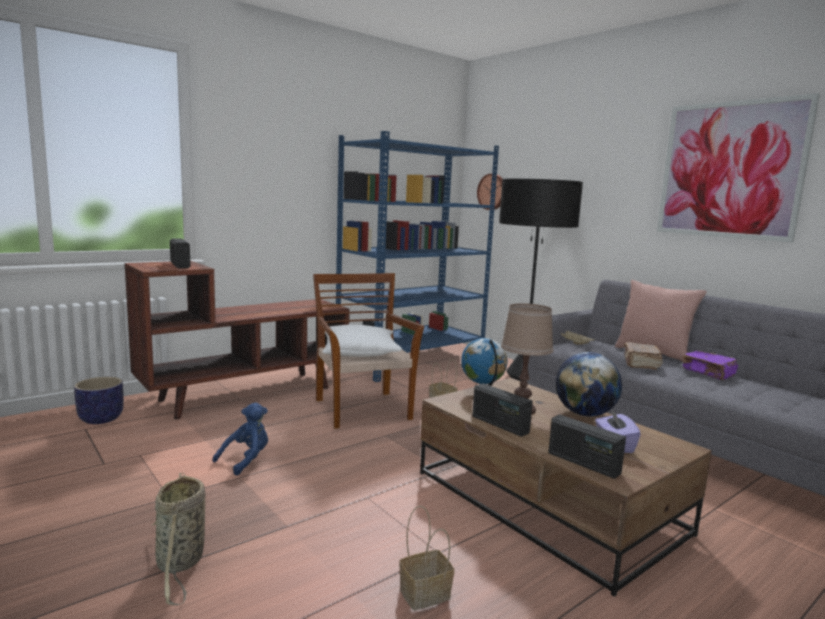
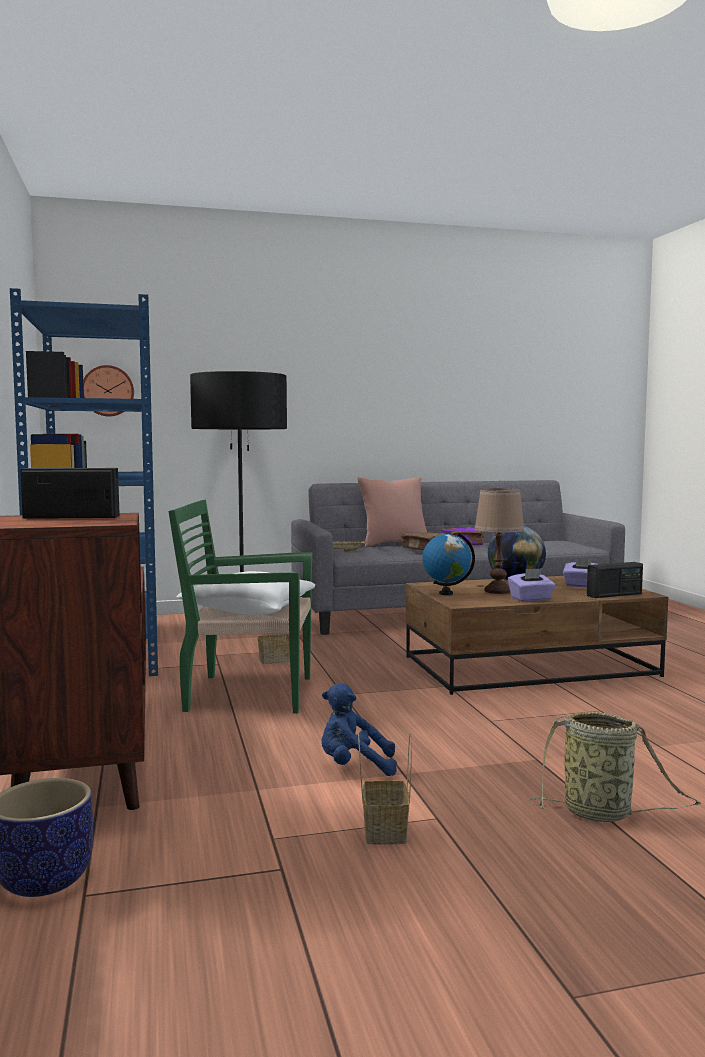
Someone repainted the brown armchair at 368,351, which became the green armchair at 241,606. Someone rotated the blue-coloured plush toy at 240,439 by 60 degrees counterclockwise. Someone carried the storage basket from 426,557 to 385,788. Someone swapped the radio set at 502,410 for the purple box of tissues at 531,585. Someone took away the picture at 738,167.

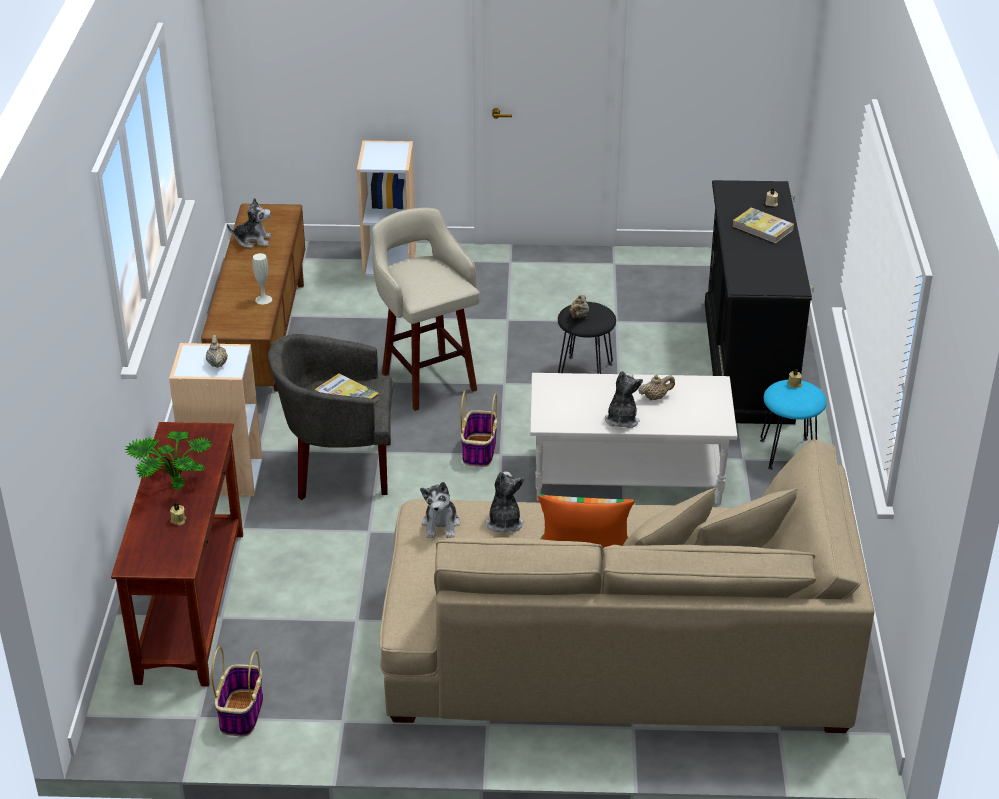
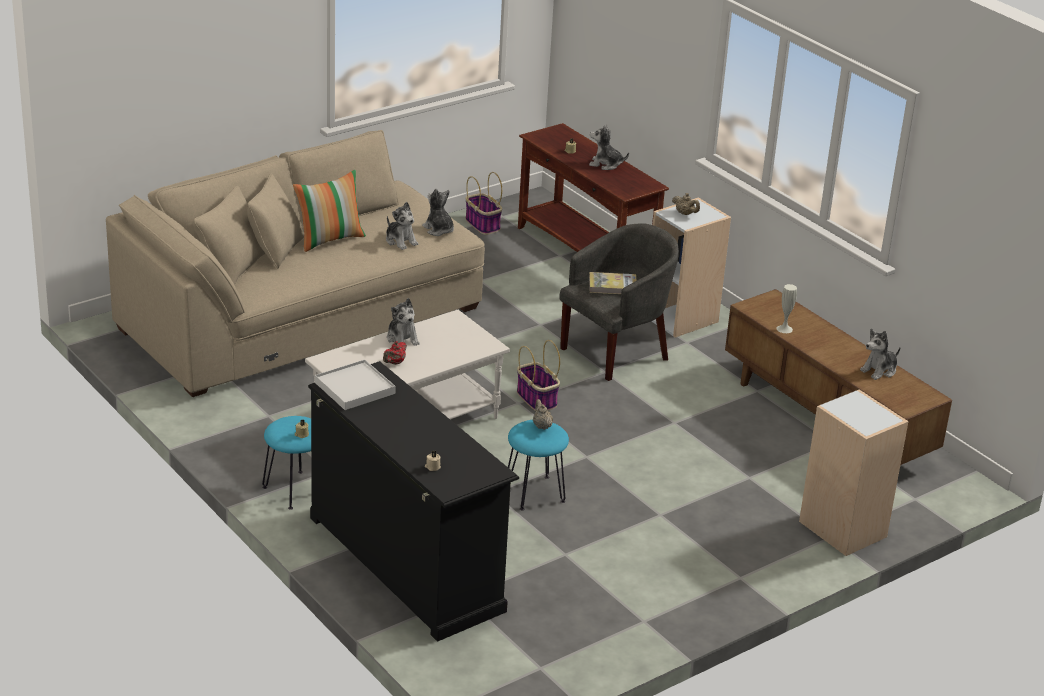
Someone put down the white-coloured tray at 355,384. Someone repainted the beige-coloured teapot at 656,387, which became the red teapot at 395,353. Someone repainted the black-coloured stool seat at 587,338, which became the turquoise stool seat at 538,465. Someone swapped the plant in a pot at 168,460 for the plush toy at 609,147. Someone took away the beige-coloured stool seat at 426,309. Someone took away the book at 763,225.

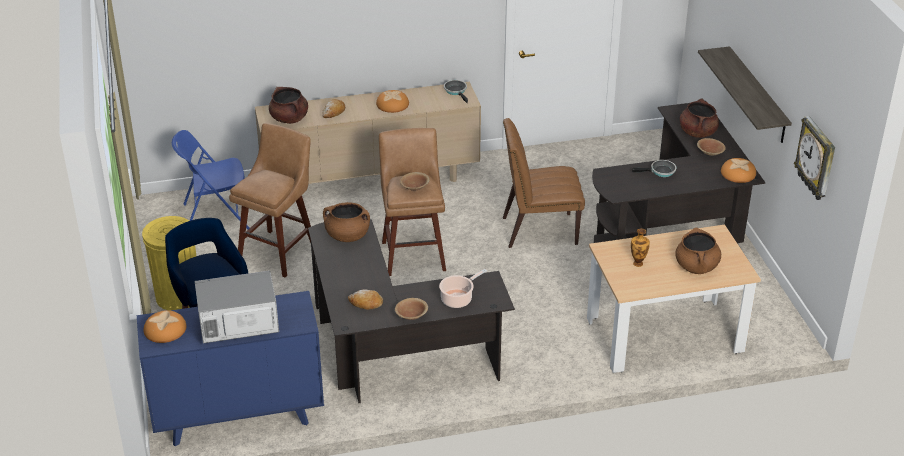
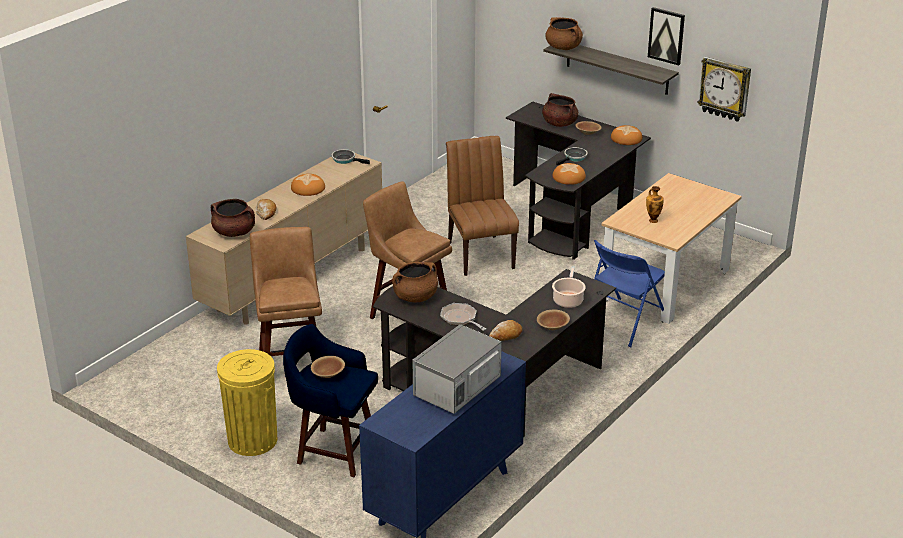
Someone carried the brown serving bowl from 415,181 to 328,367. Someone put down the pan at 463,317. Someone rotated the brown plain chair at 544,183 by 120 degrees clockwise. Someone carried the brown saucepot from 698,250 to 564,33. Someone carried the bread from 165,326 to 569,174. Someone carried the blue-coloured plain chair from 211,180 to 629,293. Someone put up the picture at 666,36.

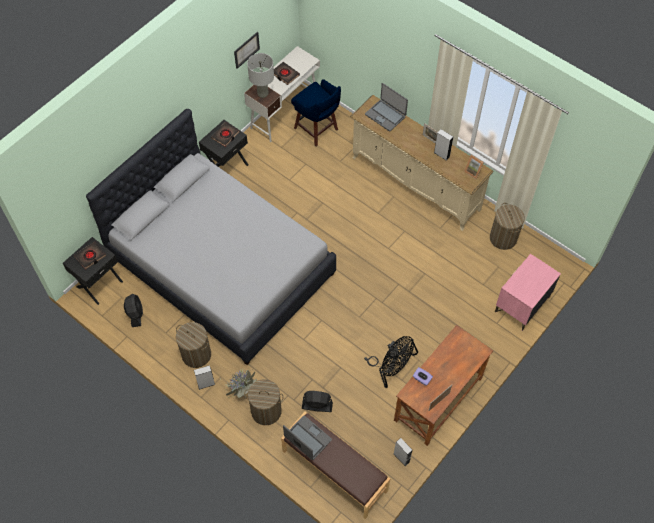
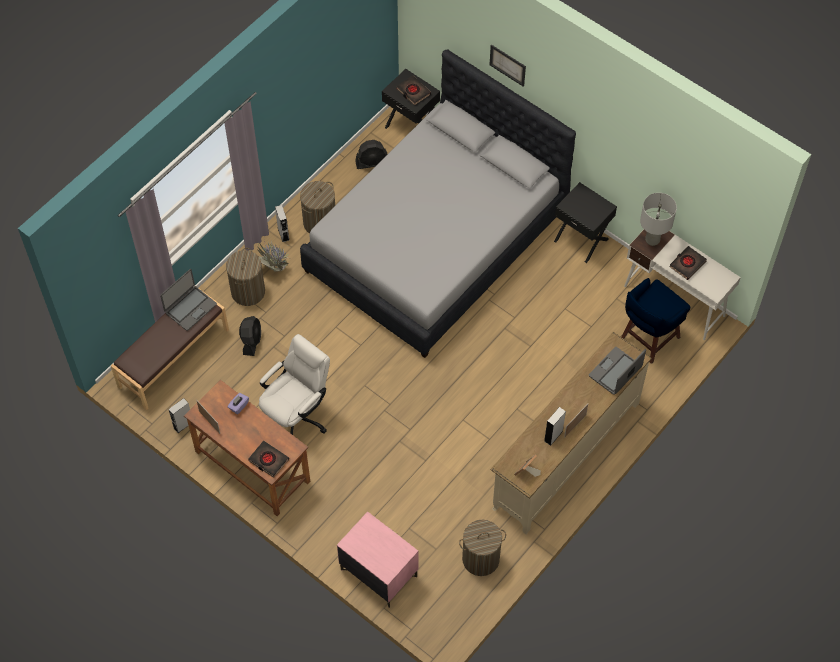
Someone carried the black-coloured book from 225,134 to 268,459. Someone swapped the black-coloured cooling fan at 391,362 for the white-coloured desk chair at 294,384. Someone carried the picture from 247,50 to 508,66.

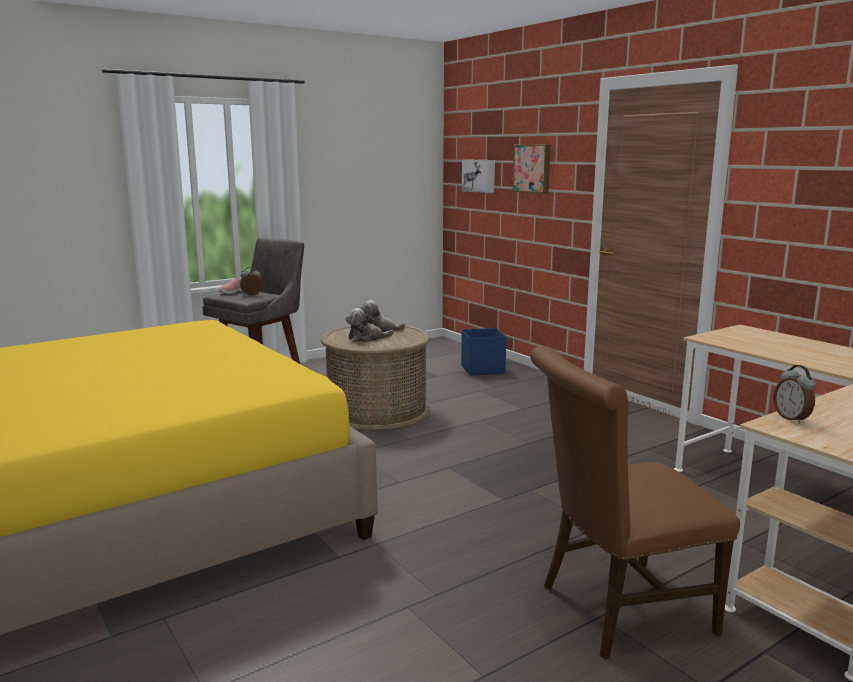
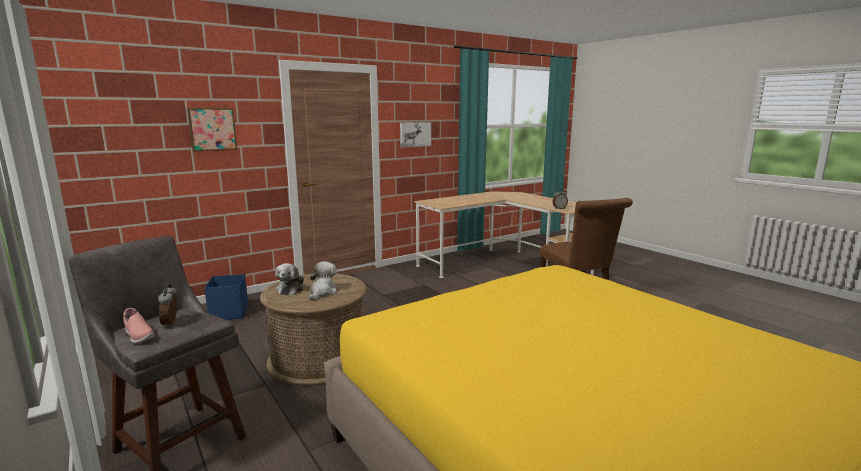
Someone rotated the plush toy at 369,325 by 150 degrees counterclockwise. Someone carried the picture from 478,176 to 415,135.

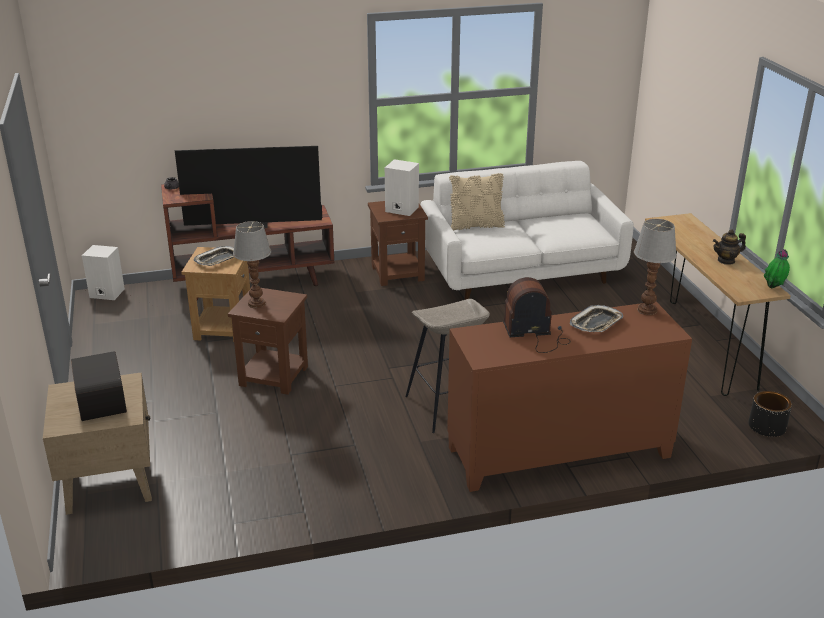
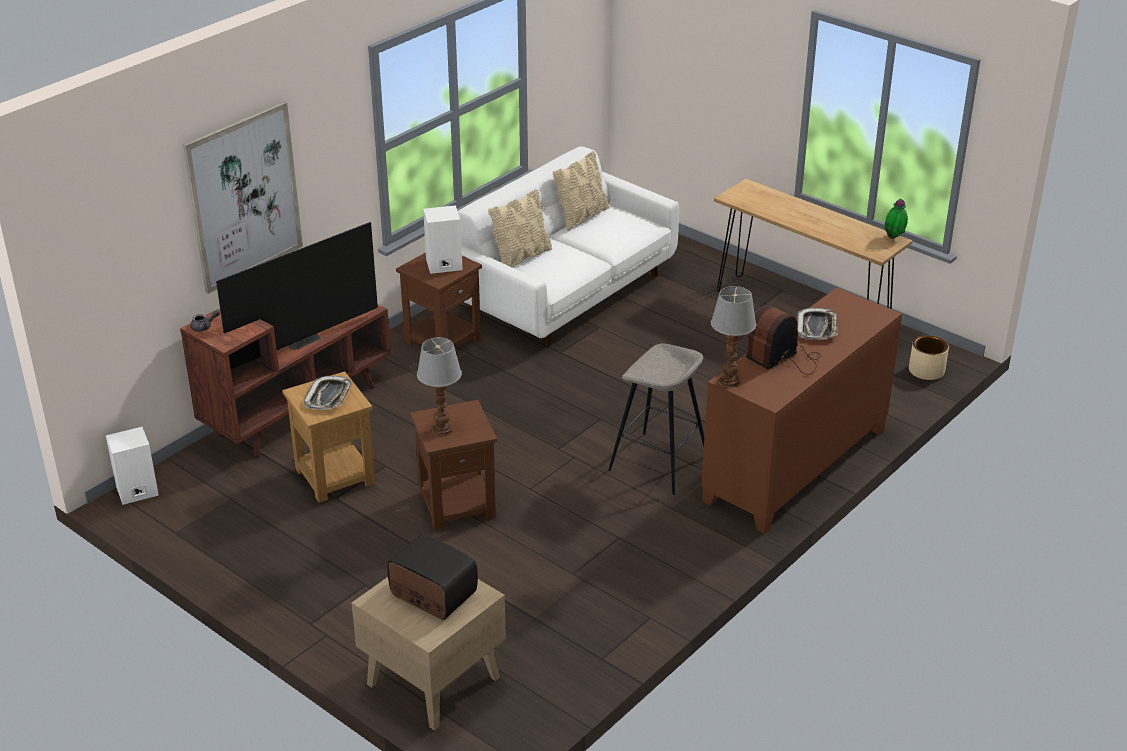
Someone put up the picture at 243,198. Someone put down the beige-coloured cushion at 581,191. Someone carried the table lamp from 655,267 to 733,336. Someone repainted the black-coloured plant pot at 770,414, which became the beige-coloured plant pot at 929,357. Someone took away the teapot at 729,247.

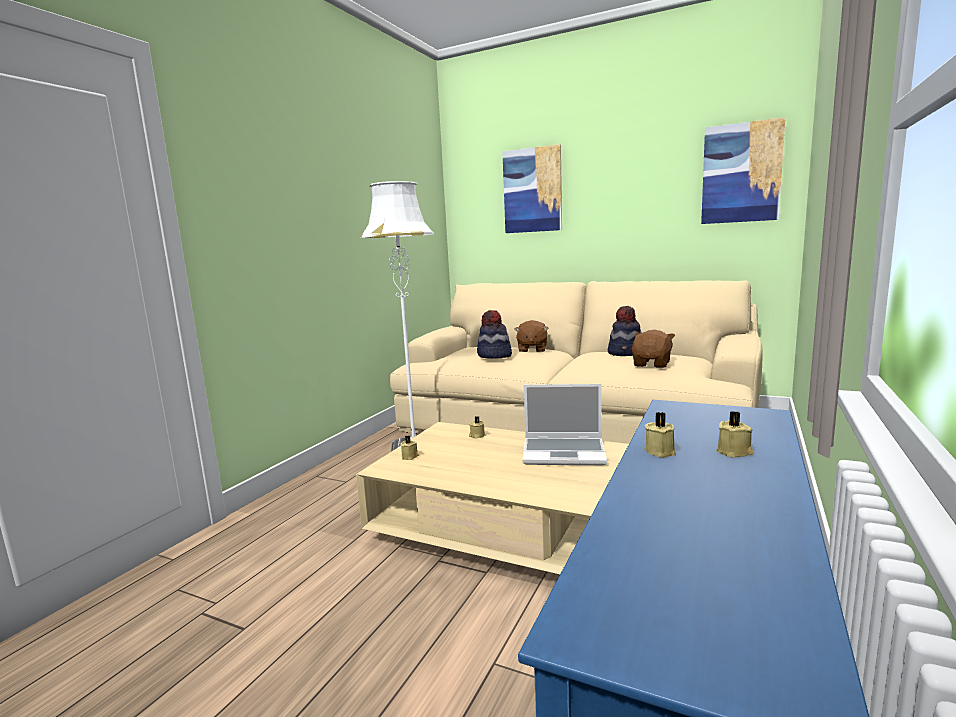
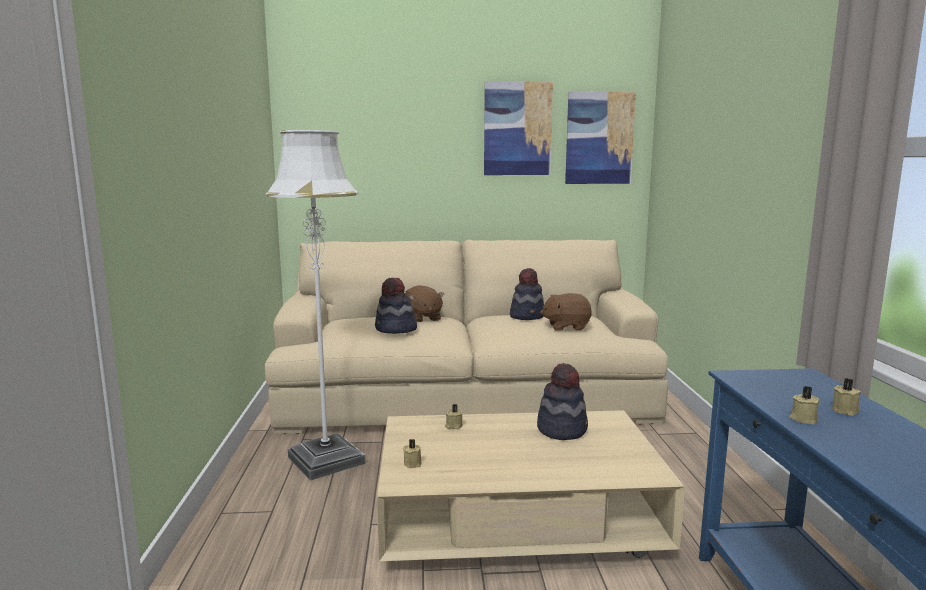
Someone carried the picture from 532,188 to 518,128. Someone swapped the notebook computer at 564,424 for the wearable hat at 562,401. Someone rotated the brown plush toy at 653,349 by 90 degrees counterclockwise.

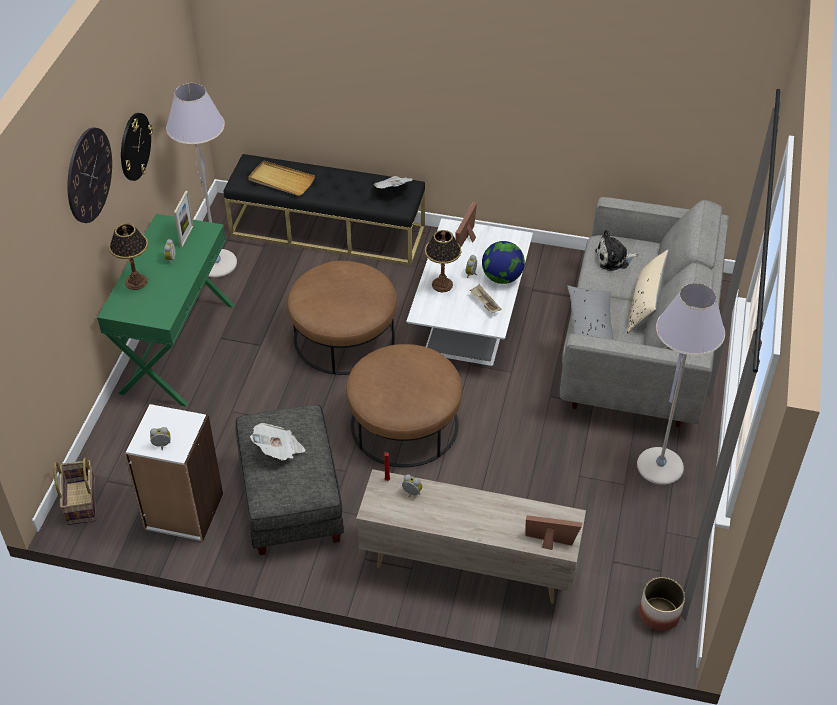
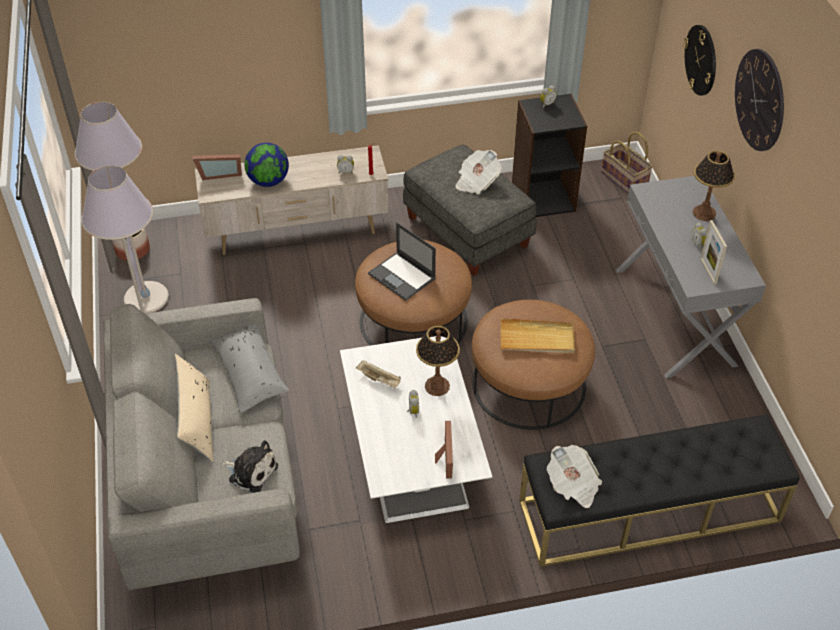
Someone carried the grey standard lamp from 201,180 to 122,208. Someone rotated the plush toy at 616,250 by 60 degrees clockwise. Someone carried the world globe from 503,262 to 266,165. Someone put down the notebook computer at 402,261. Someone carried the beige-coloured tray from 281,178 to 538,335. Someone repainted the white-coloured bookshelf at 173,472, which became the black-coloured bookshelf at 549,155. Someone repainted the green console table at 165,310, which became the grey console table at 691,277. Someone carried the hanging clock from 137,147 to 699,60.

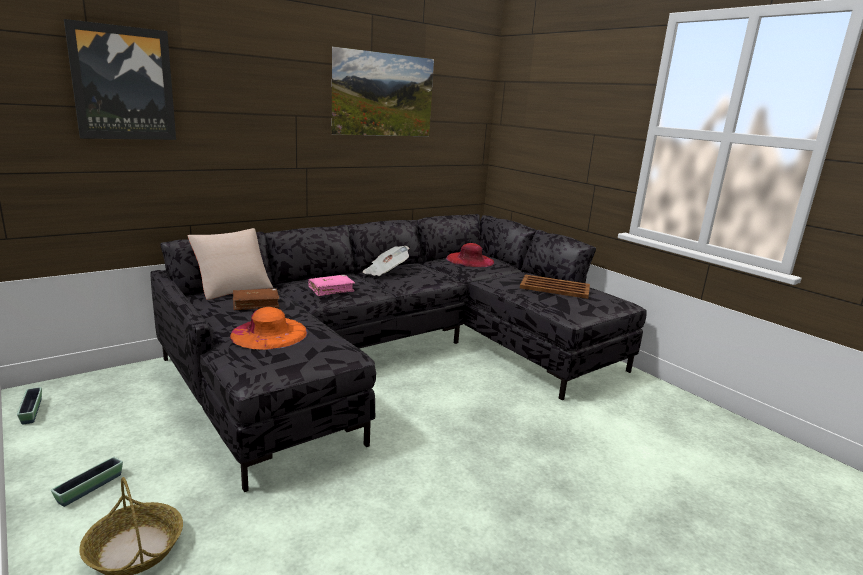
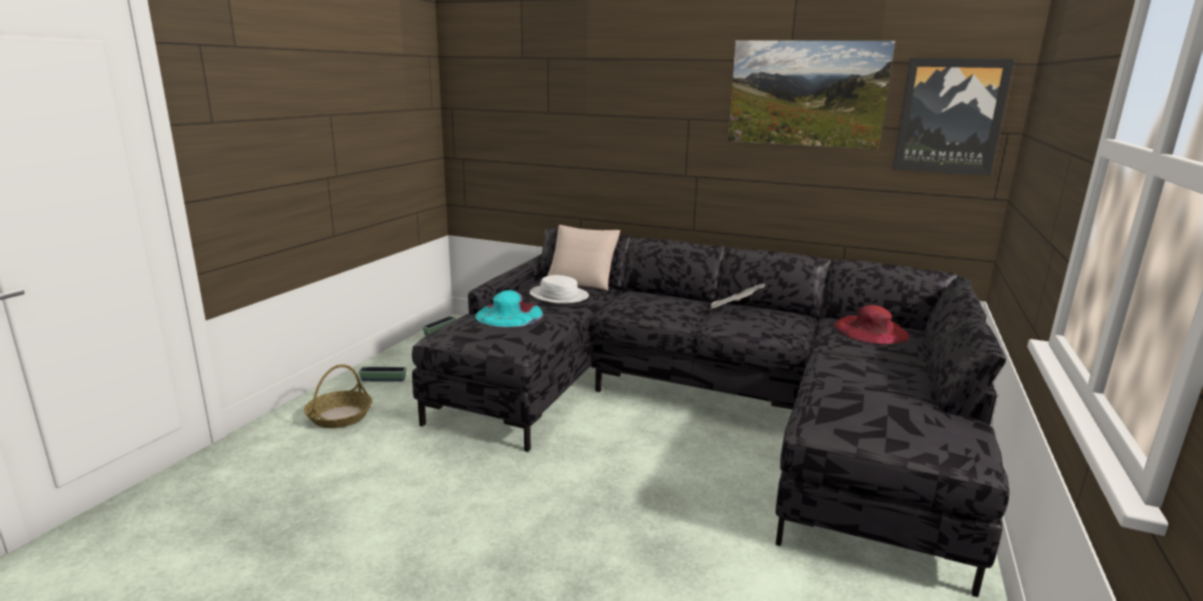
Someone repainted the orangey wearable hat at 269,328, which became the turquoise wearable hat at 509,308. Someone swapped the brown book at 256,299 for the white-coloured wearable hat at 559,289. Someone carried the picture from 120,79 to 953,117. Someone took away the pink book at 331,285. Someone took away the brown tray at 555,286.

